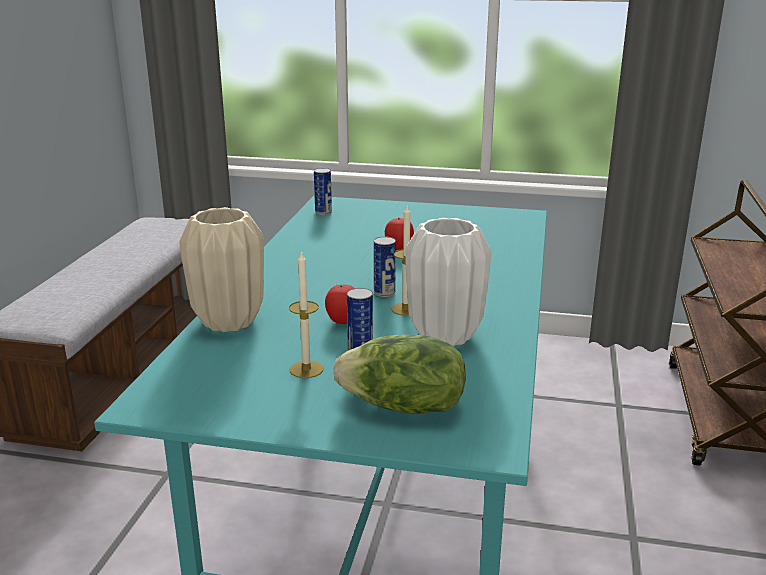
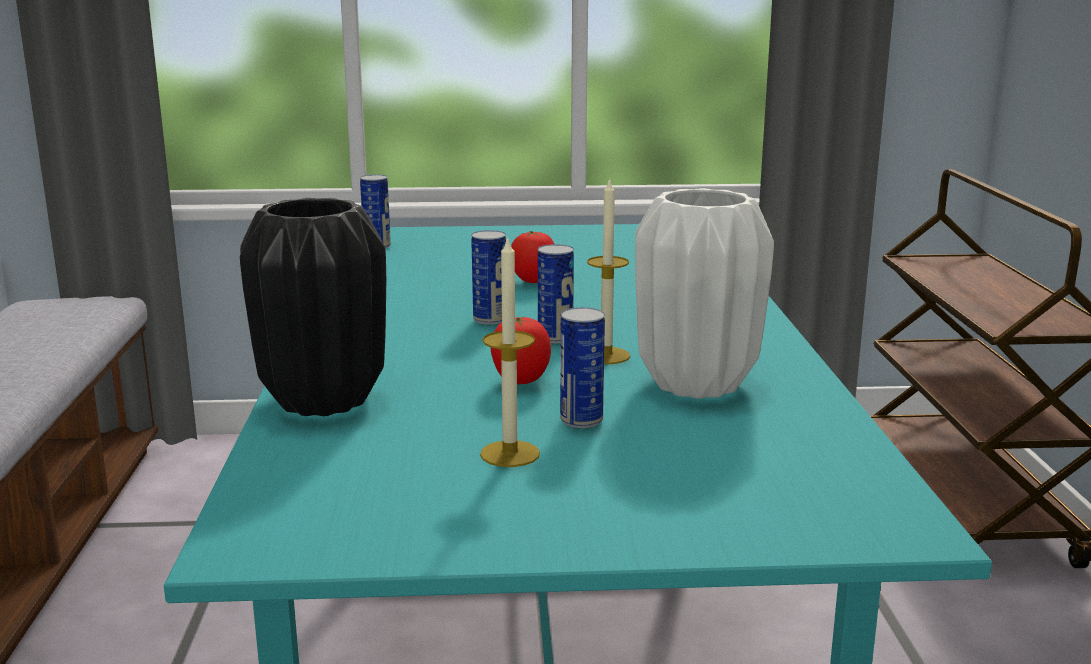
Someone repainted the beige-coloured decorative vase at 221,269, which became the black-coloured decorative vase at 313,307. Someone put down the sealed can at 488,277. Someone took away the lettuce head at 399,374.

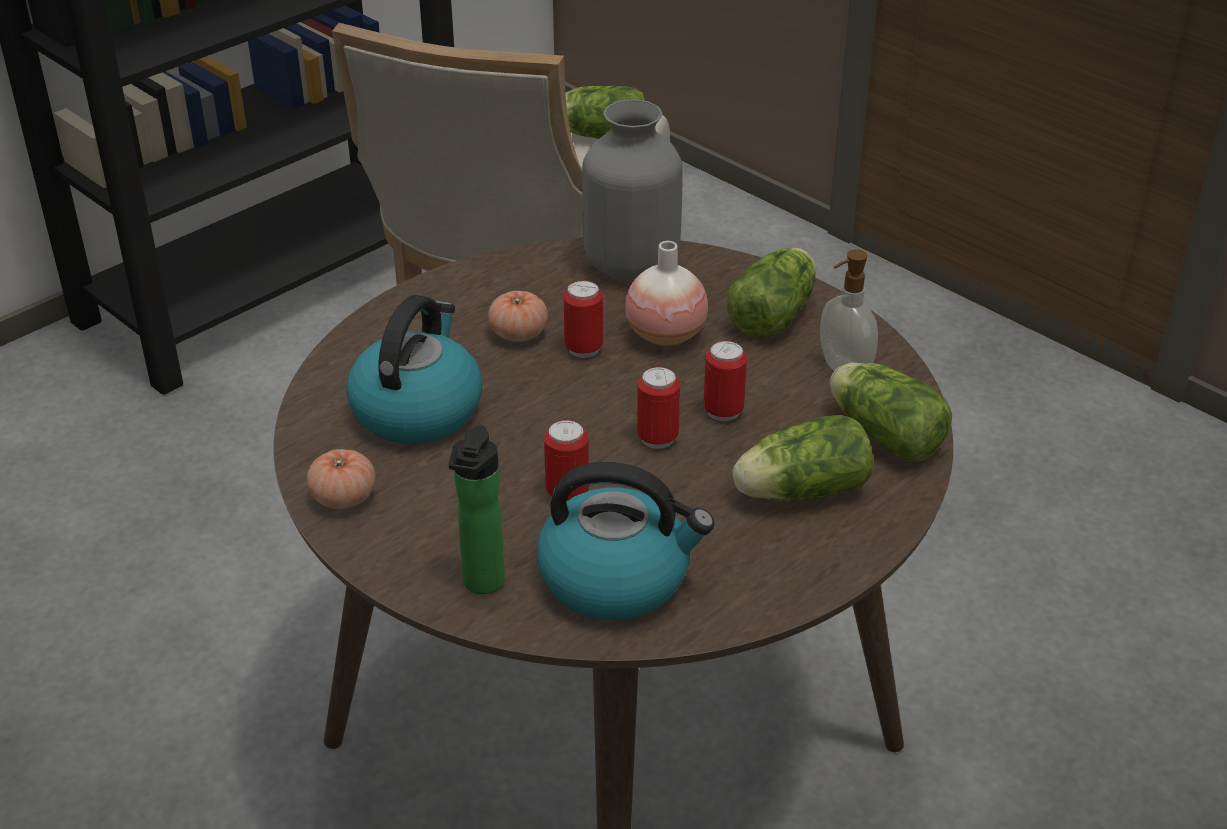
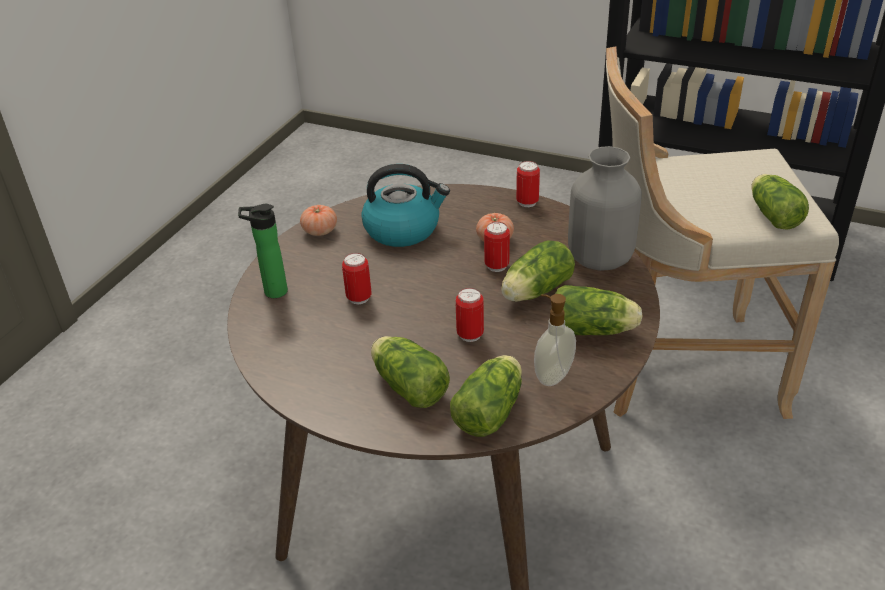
Someone swapped the decorative vase at 666,293 for the lettuce head at 538,271. Someone carried the sealed can from 658,407 to 528,184. Someone took away the kettle at 625,541.

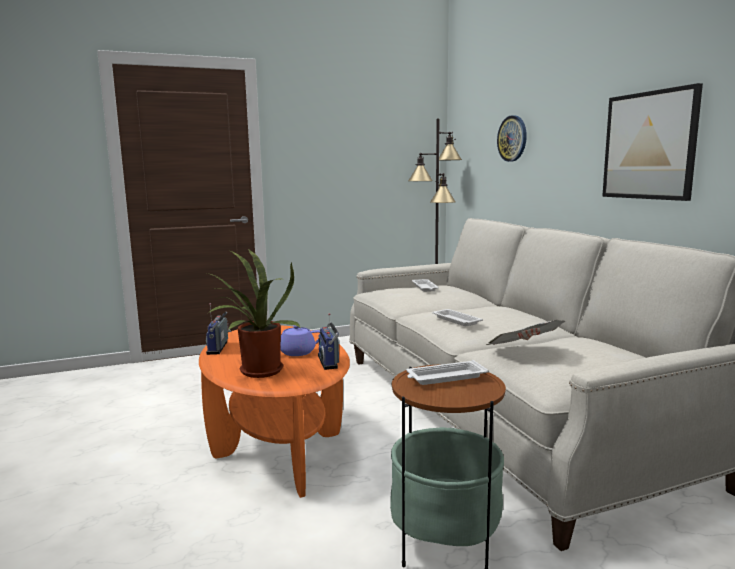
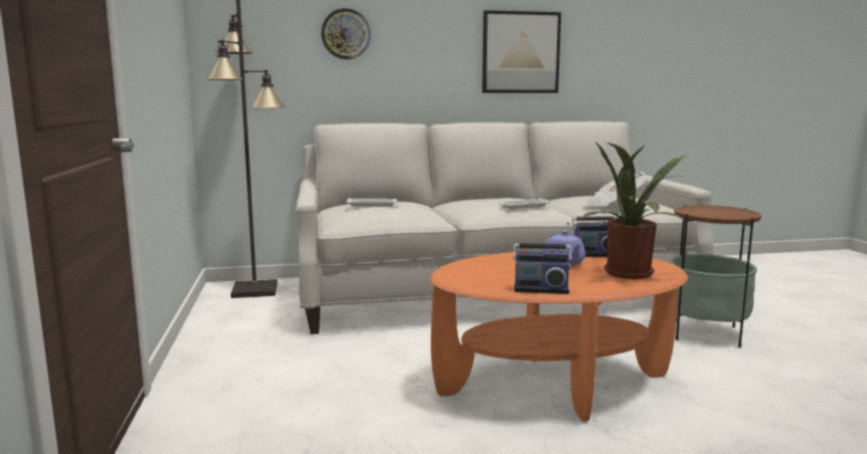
Someone took away the white-coloured tray at 447,372.

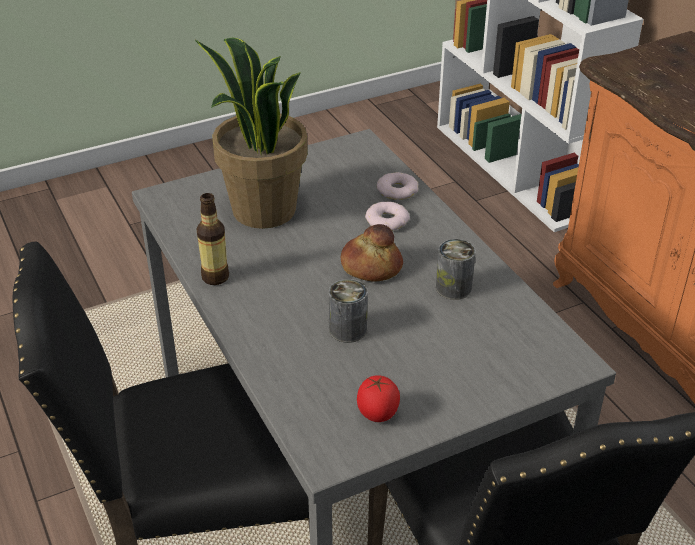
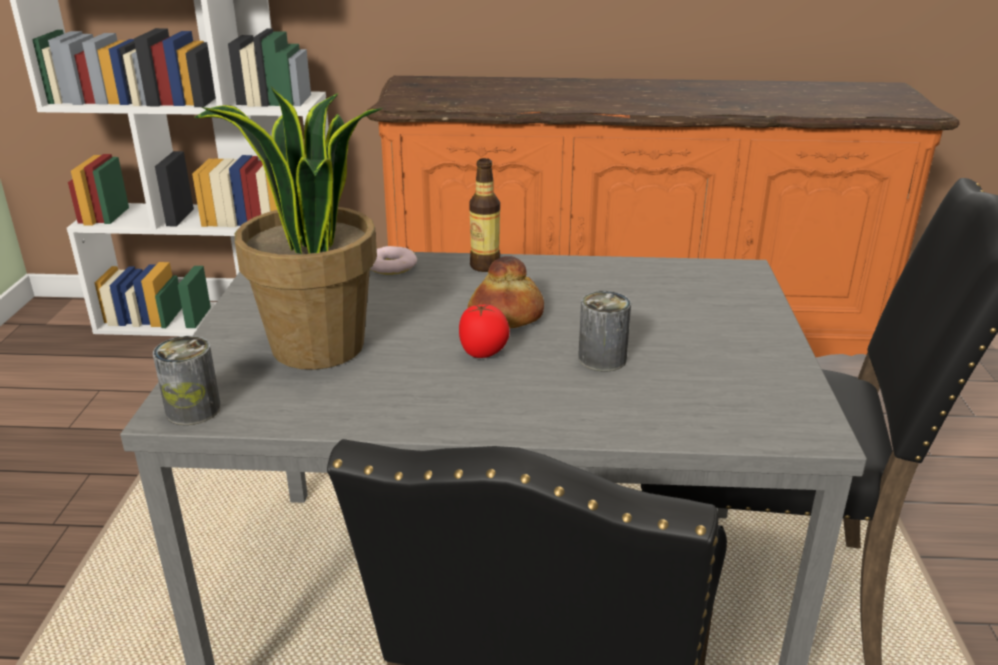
Someone carried the sealed can from 456,269 to 187,380. Someone carried the fresh tomato from 378,398 to 484,331. Someone carried the drink bottle from 212,239 to 484,215. Someone took away the doughnut at 387,215.

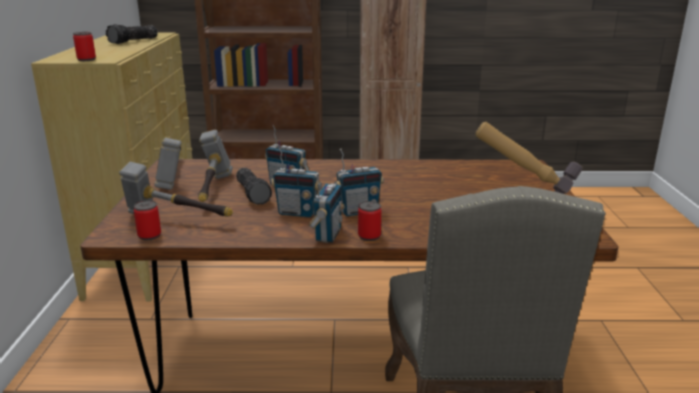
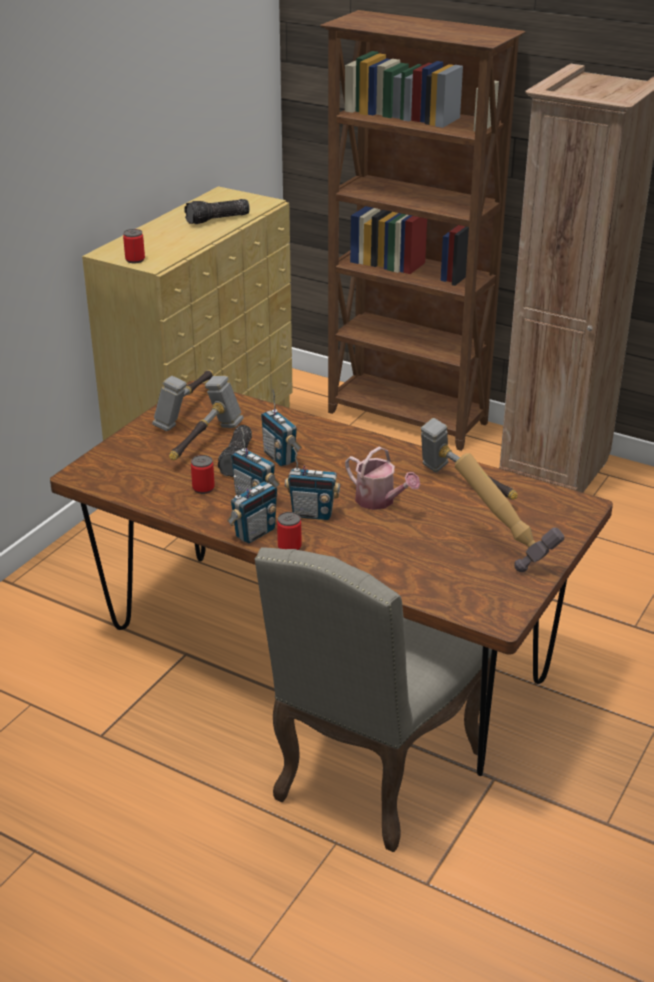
Someone carried the sealed can from 147,220 to 203,474. Someone put down the watering pot at 382,478. Someone carried the hammer from 176,189 to 469,459.

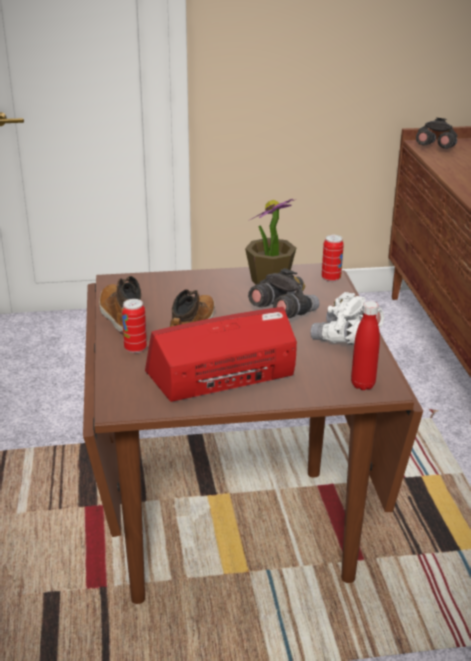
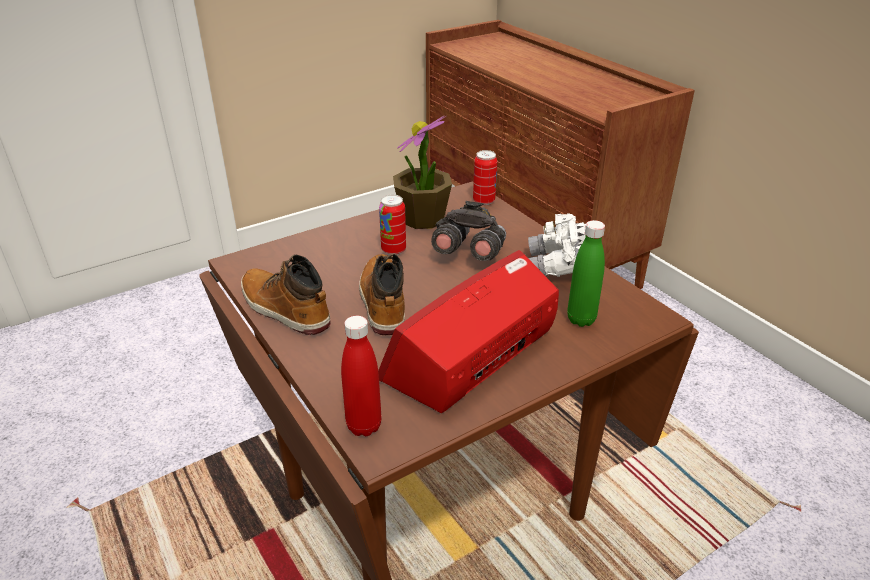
Someone carried the red drink bottle from 365,345 to 361,376. Someone carried the sealed can from 134,326 to 392,224. Someone put down the green drink bottle at 586,273. Someone took away the grey binoculars at 436,133.

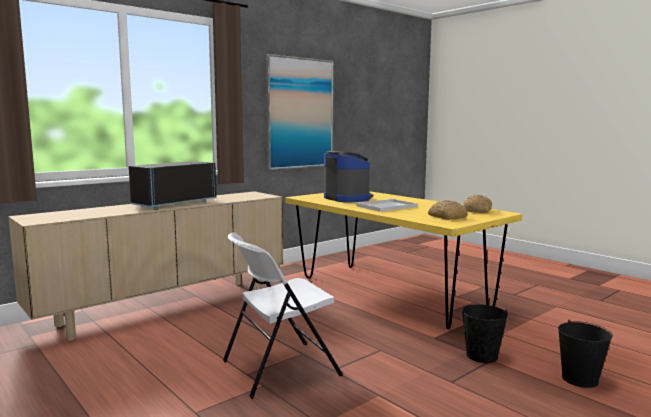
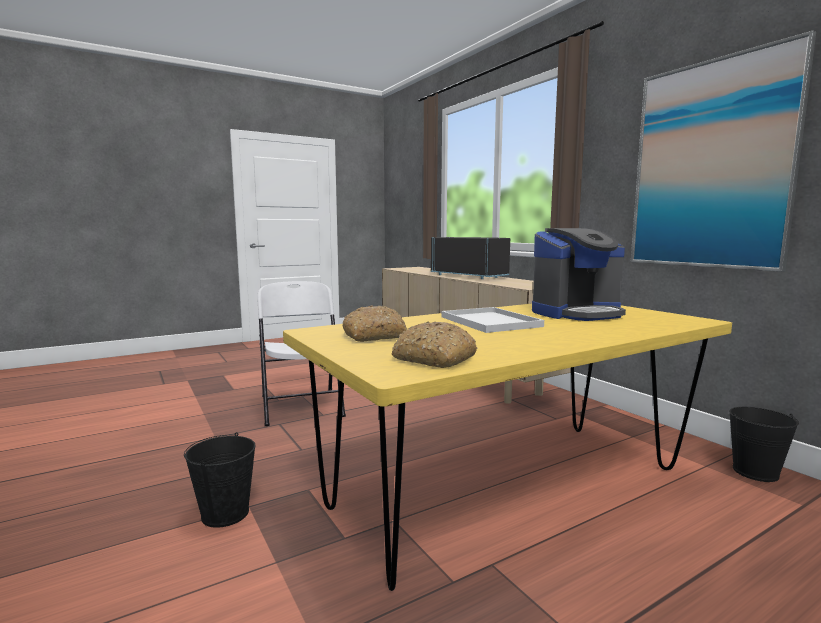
Someone carried the black-coloured pail from 585,354 to 764,444.

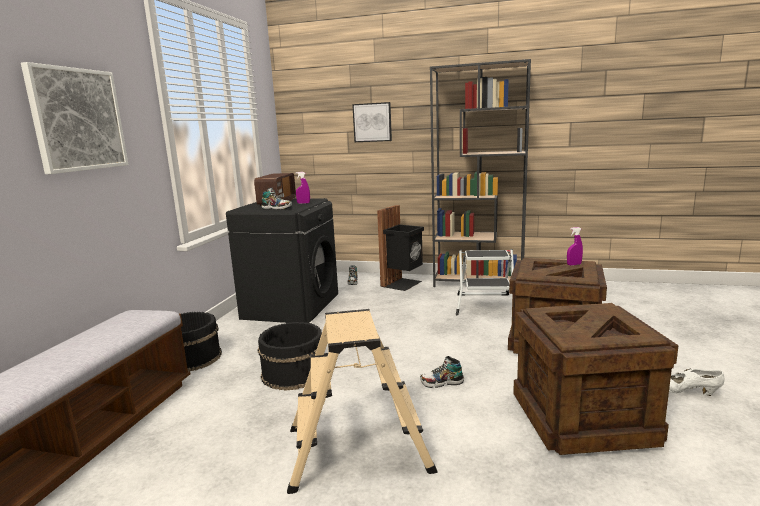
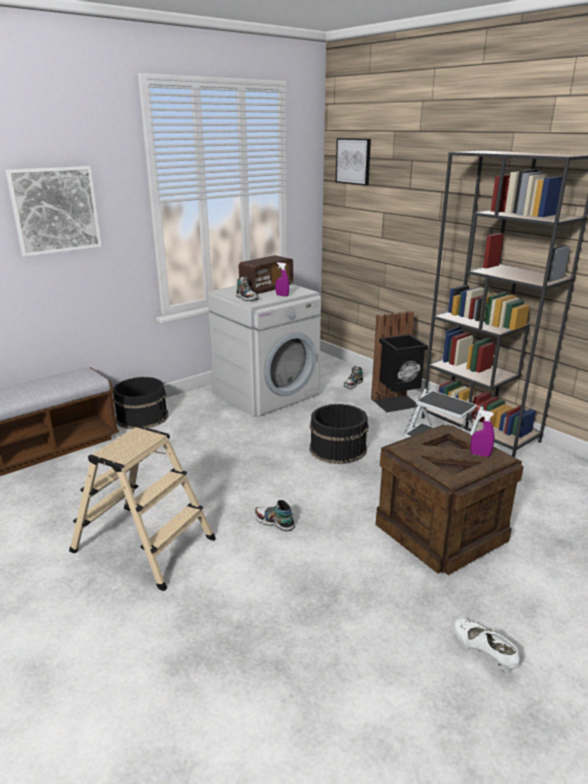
Someone repainted the black-coloured washing machine at 282,260, which became the white-coloured washing machine at 264,350. Someone carried the black-coloured pail from 290,356 to 338,434. Someone carried the picture from 372,122 to 353,162. Someone took away the packing crate at 596,379.

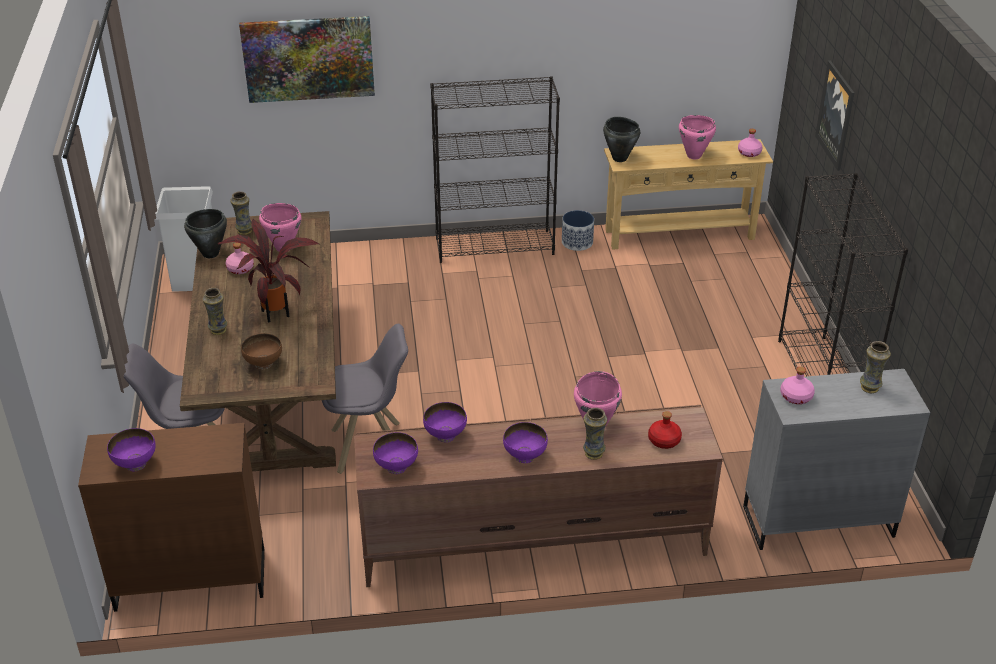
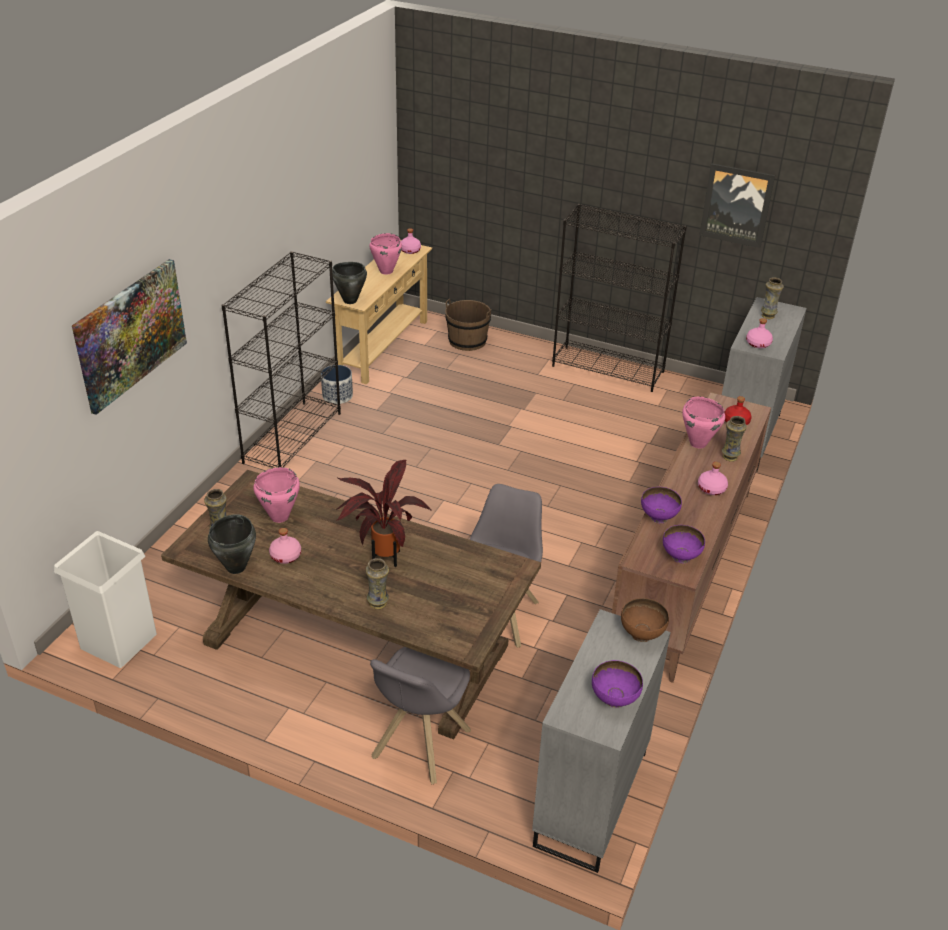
Someone put down the brown pail at 468,324. Someone repainted the brown chest of drawers at 171,517, which became the grey chest of drawers at 601,741. Someone carried the brown serving bowl from 261,351 to 645,620. Someone swapped the purple serving bowl at 525,442 for the pink drink bottle at 713,478. Someone carried the picture from 834,115 to 737,205.

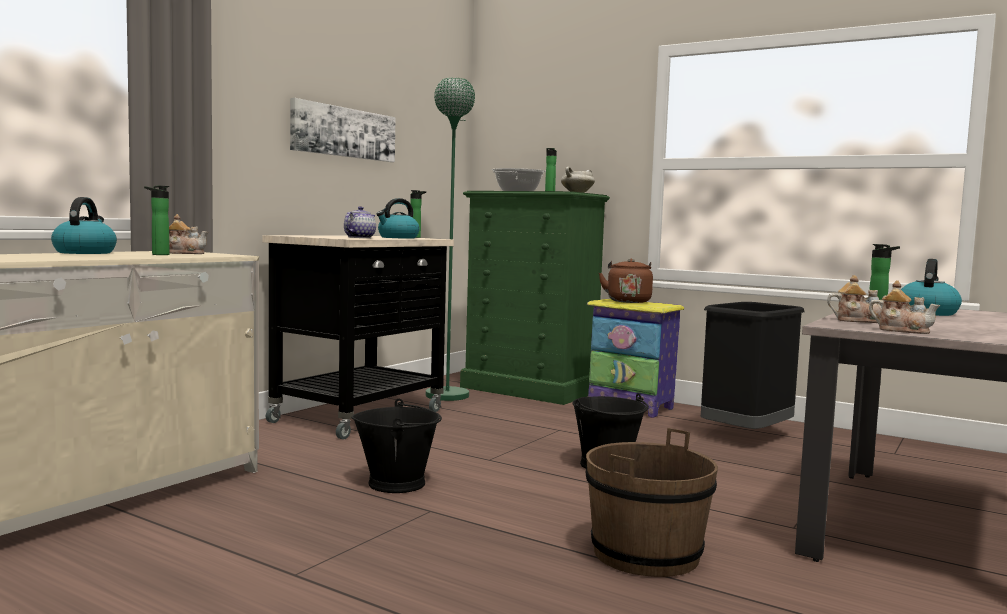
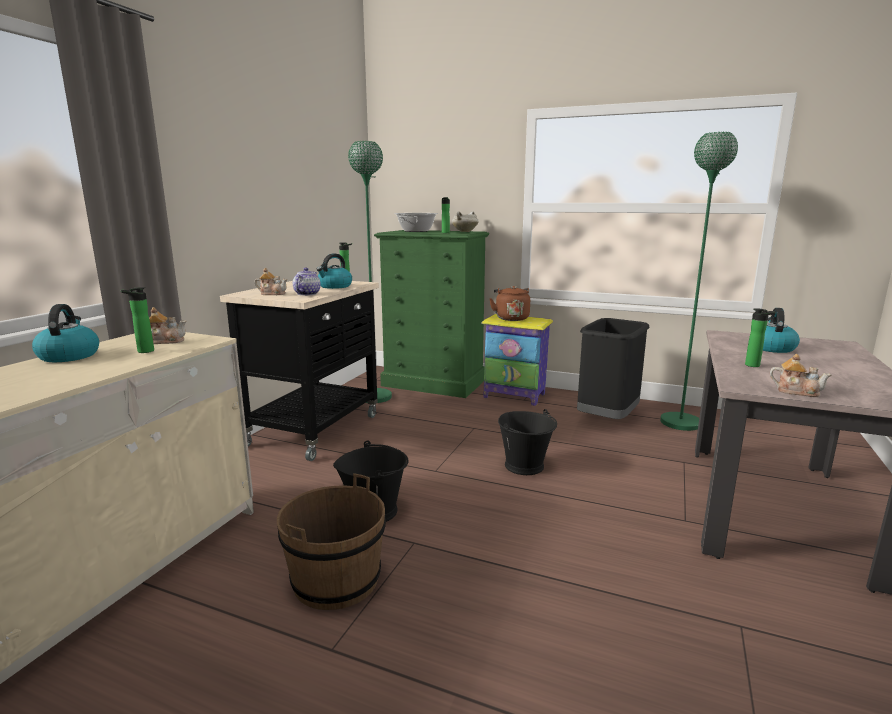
Someone carried the teapot from 856,299 to 270,281. Someone carried the brown pail from 652,502 to 331,541. Someone put down the green standard lamp at 699,281. Someone took away the picture at 343,130.

